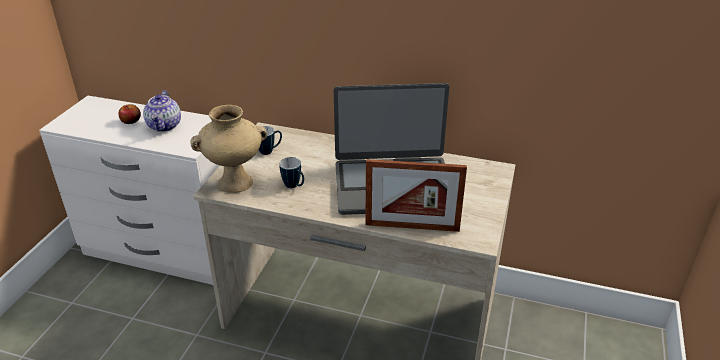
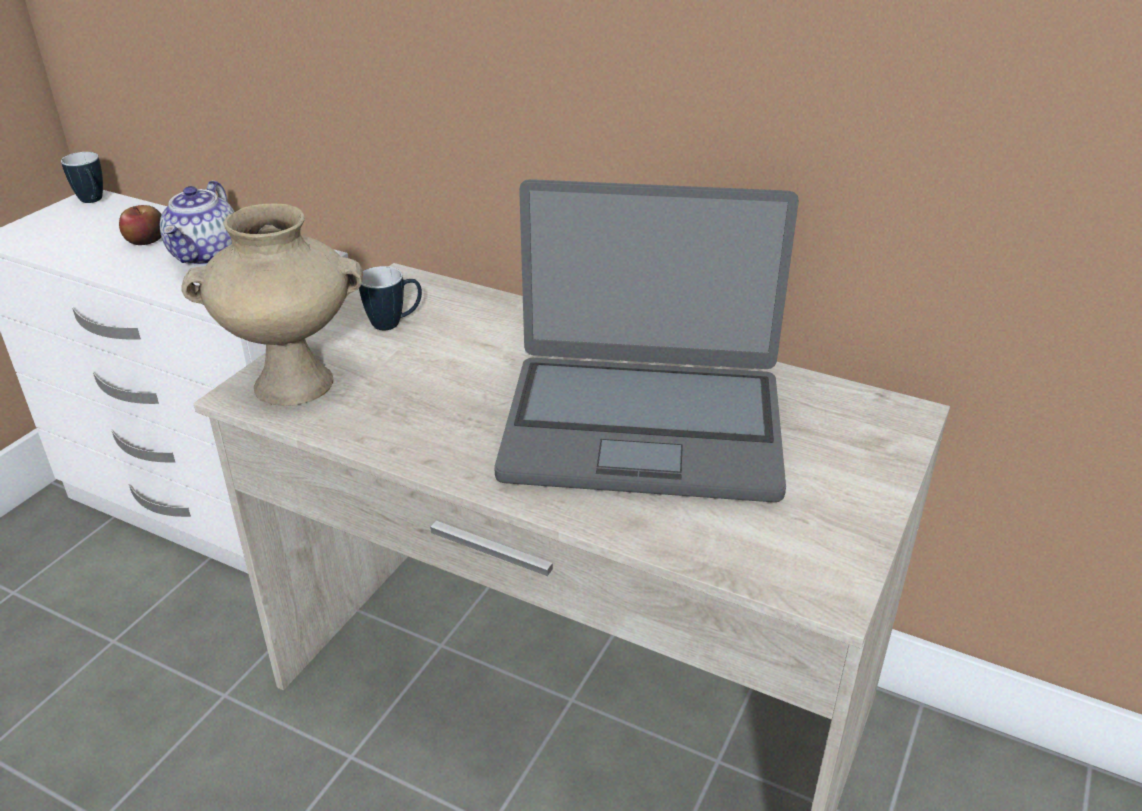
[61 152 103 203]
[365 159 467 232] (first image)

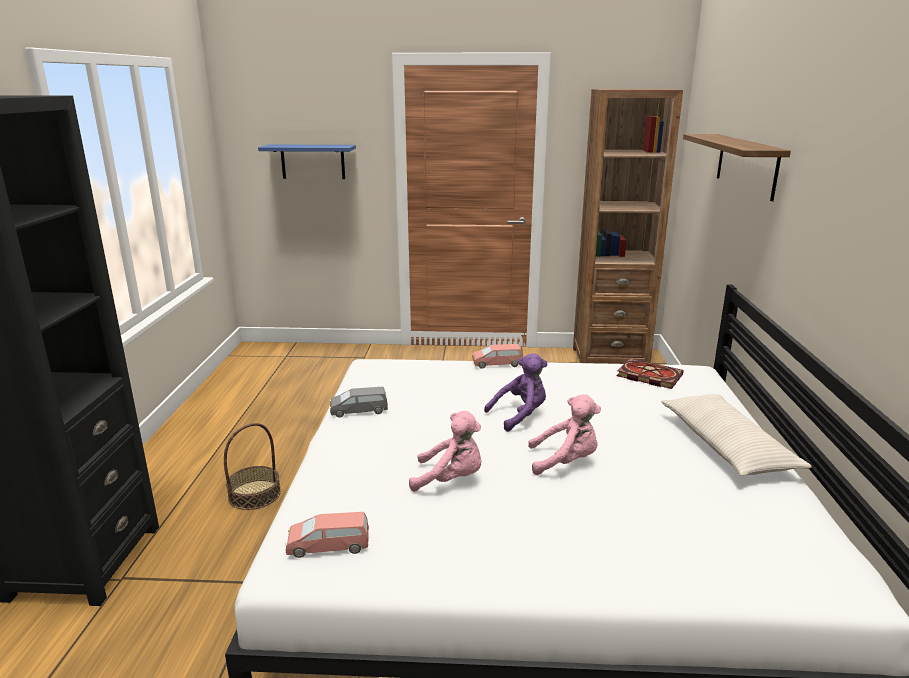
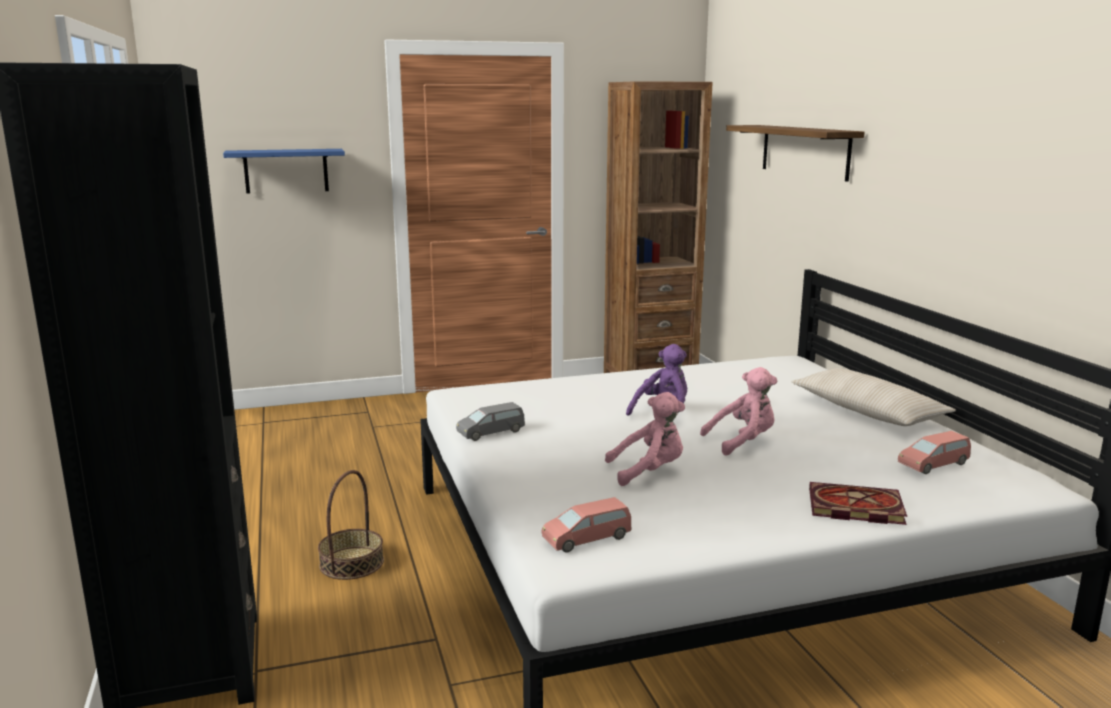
[809 482 907 525]
[898 431 971 474]

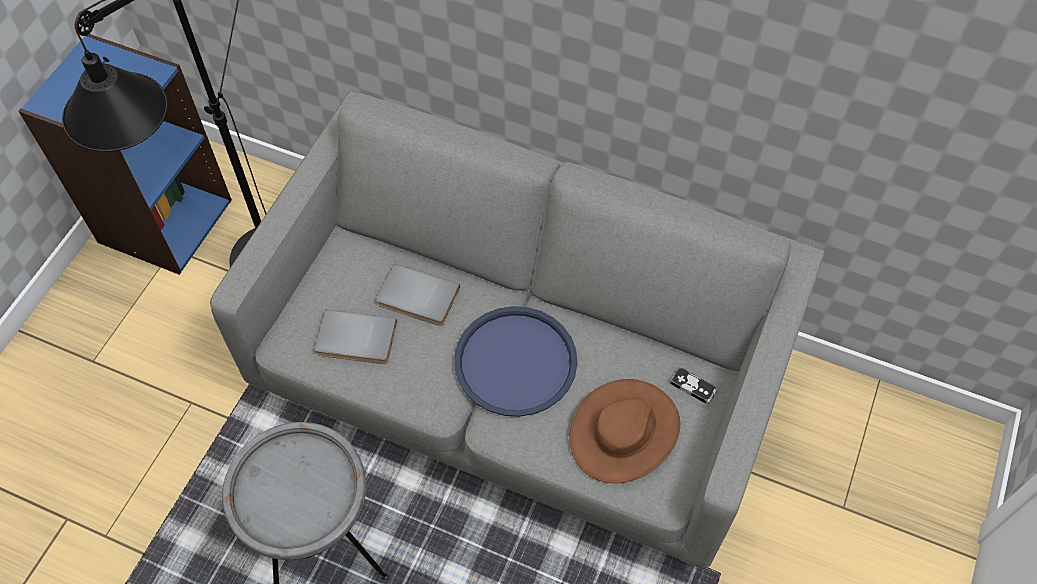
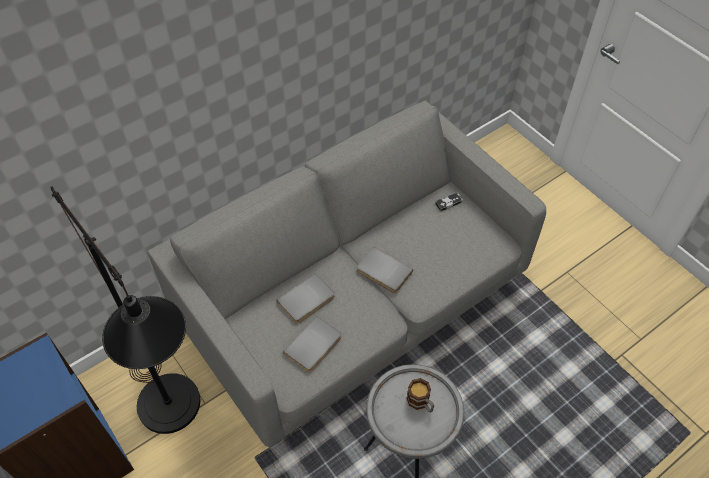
[357 247 413 293]
[407 378 434 413]
[569 379 680 483] (first image)

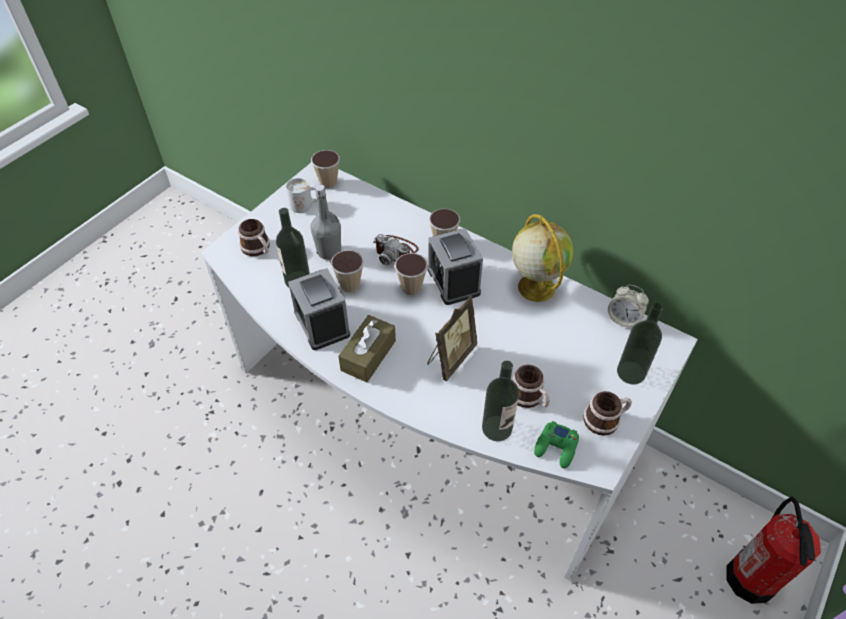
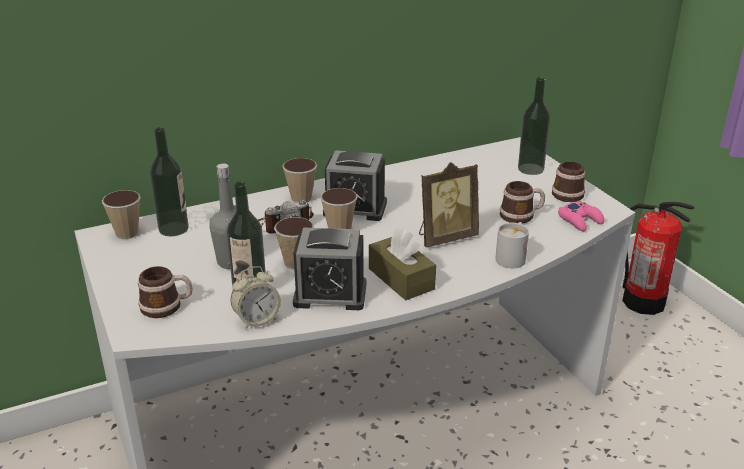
[150 127 189 236]
[231 266 281 329]
[419 162 479 248]
[495 222 529 268]
[558 201 605 231]
[512 214 573 302] (first image)

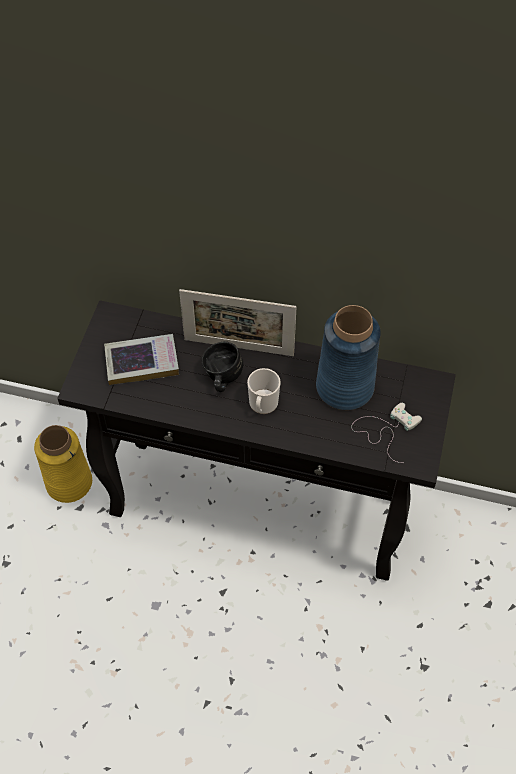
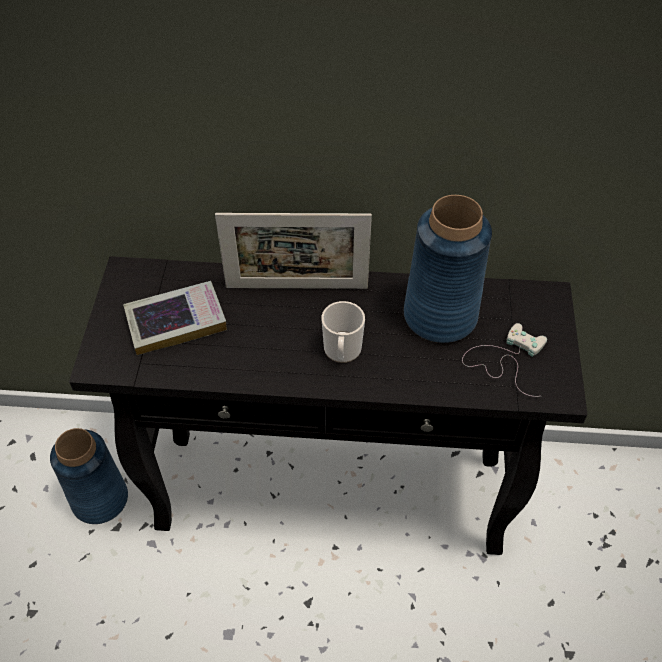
[50 428 128 524]
[201 341 243 392] (first image)

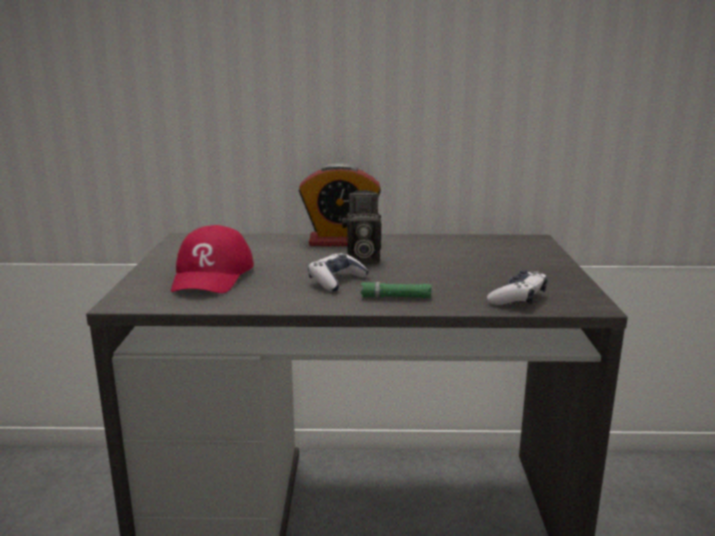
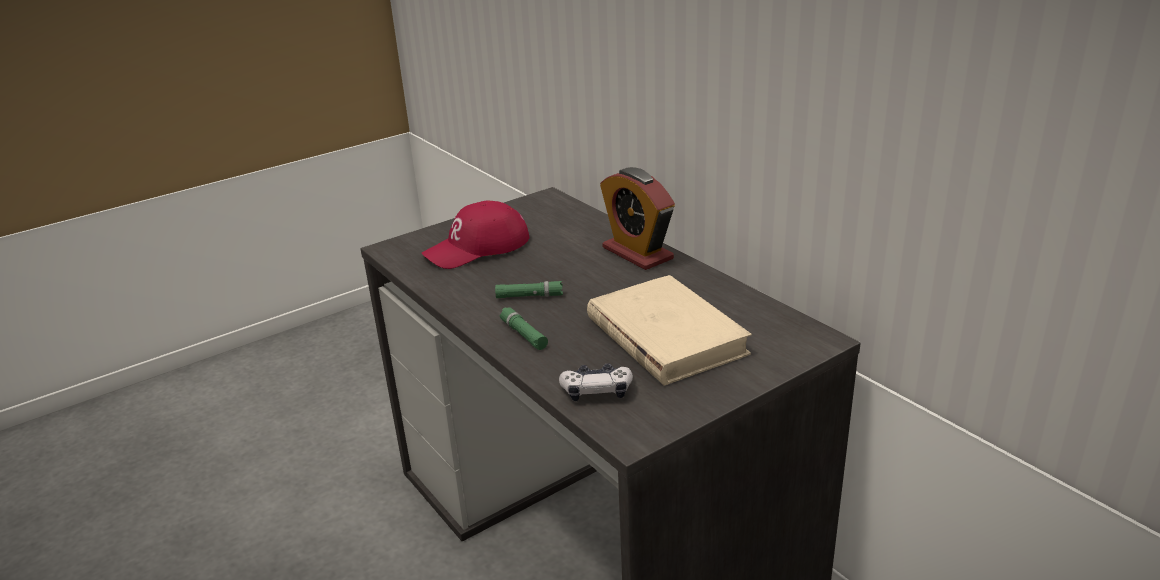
[495 281 563 298]
[587 275 752 386]
[342 190 382 264] (first image)

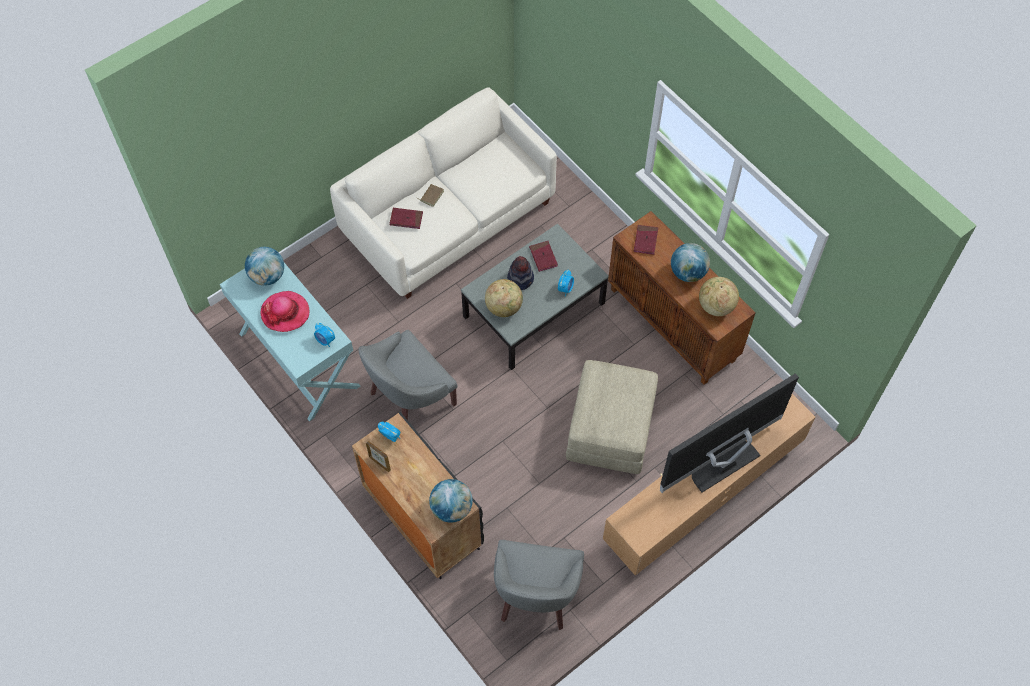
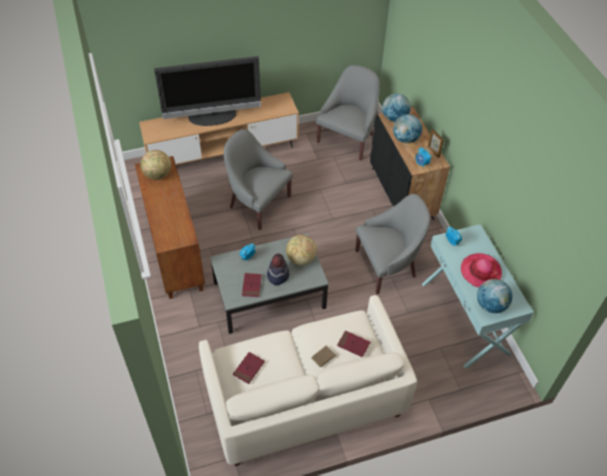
[224 129 293 230]
[233 352 265 384]
[393 114 422 143]

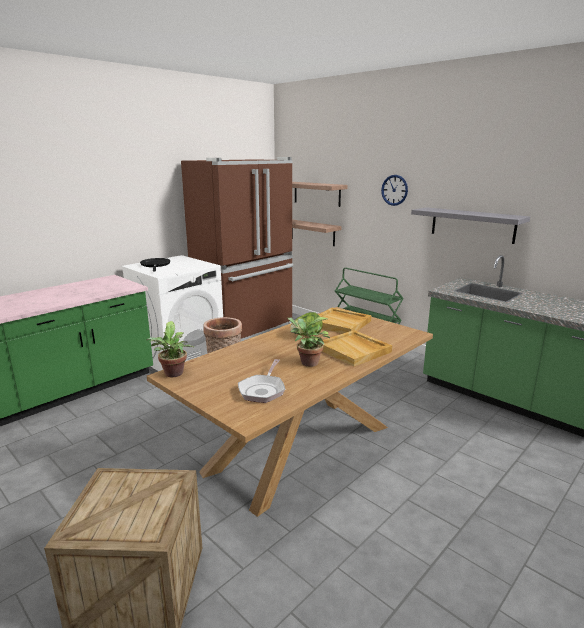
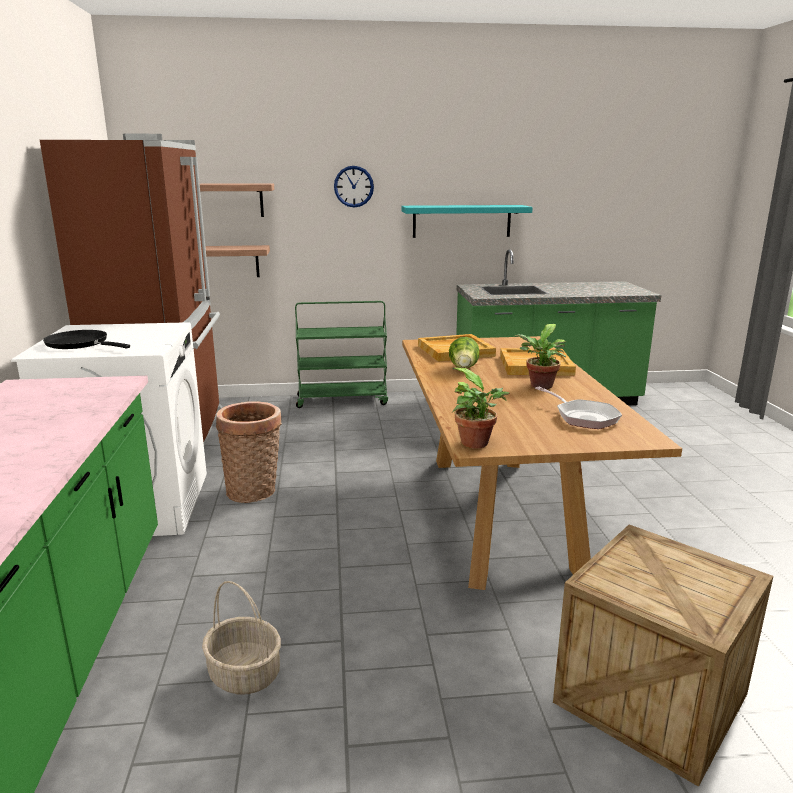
[202 581 281 694]
[401 205 533 238]

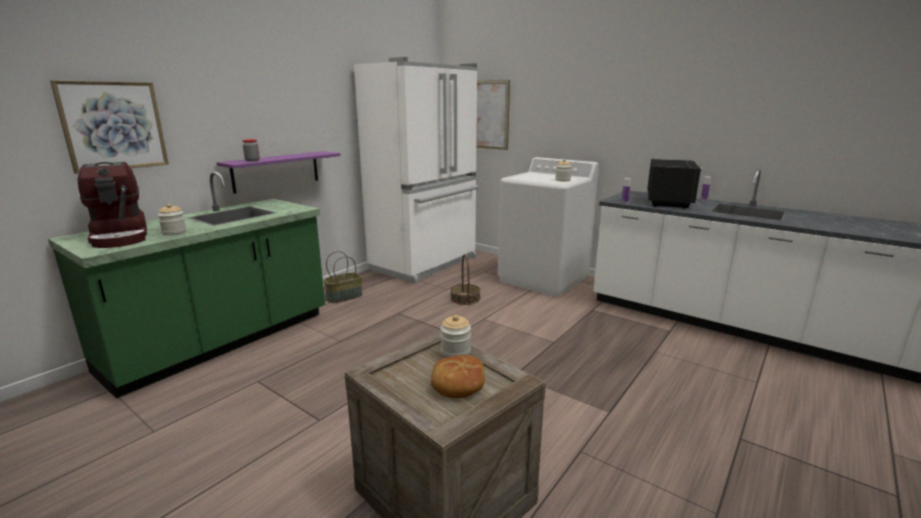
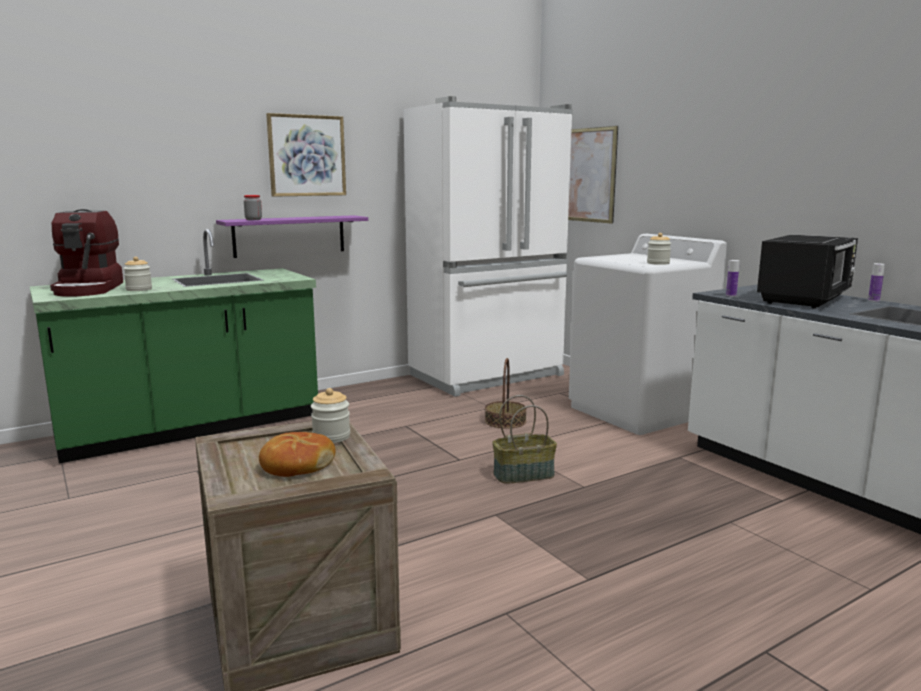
[266 113 346 197]
[492 395 557 484]

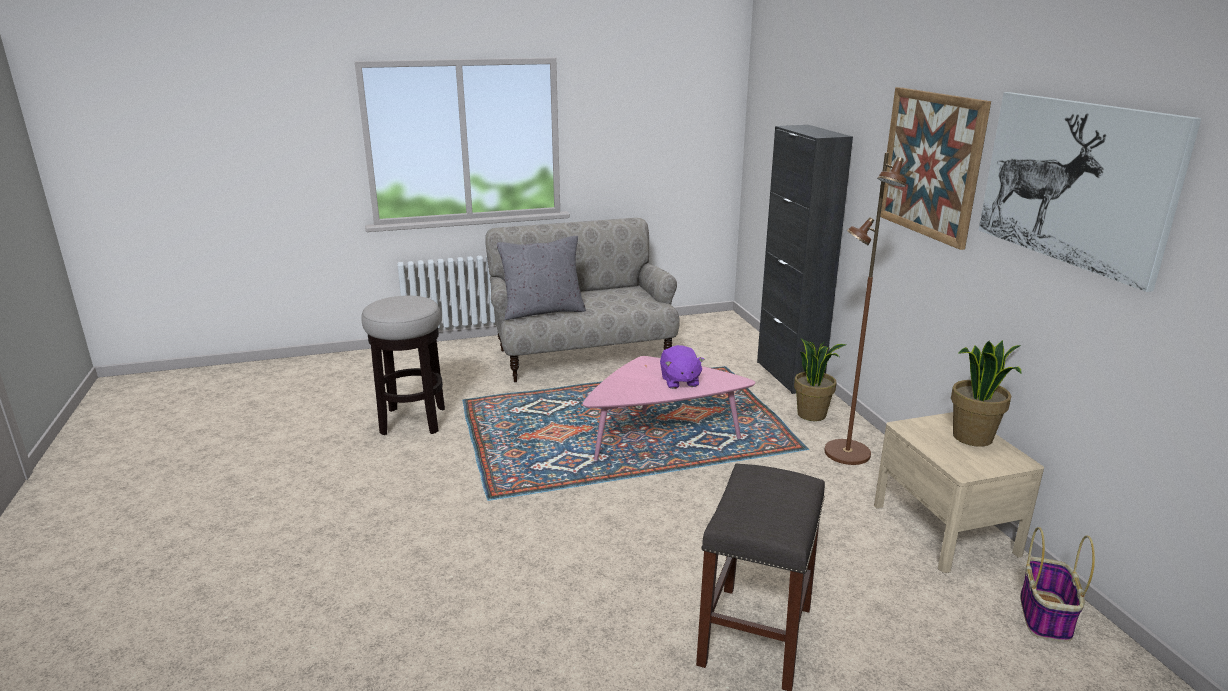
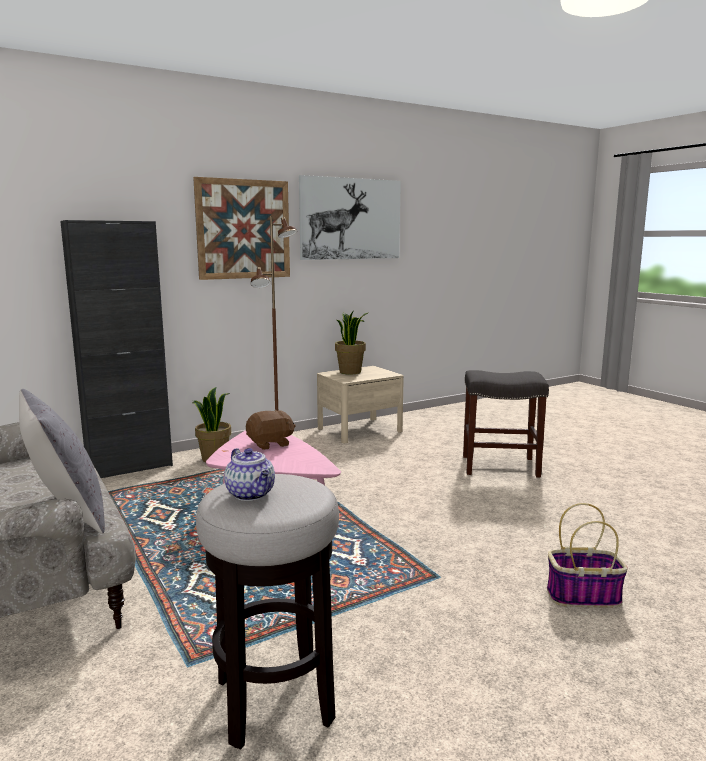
[224 448 275 501]
[246 410 296 450]
[547 503 628 607]

